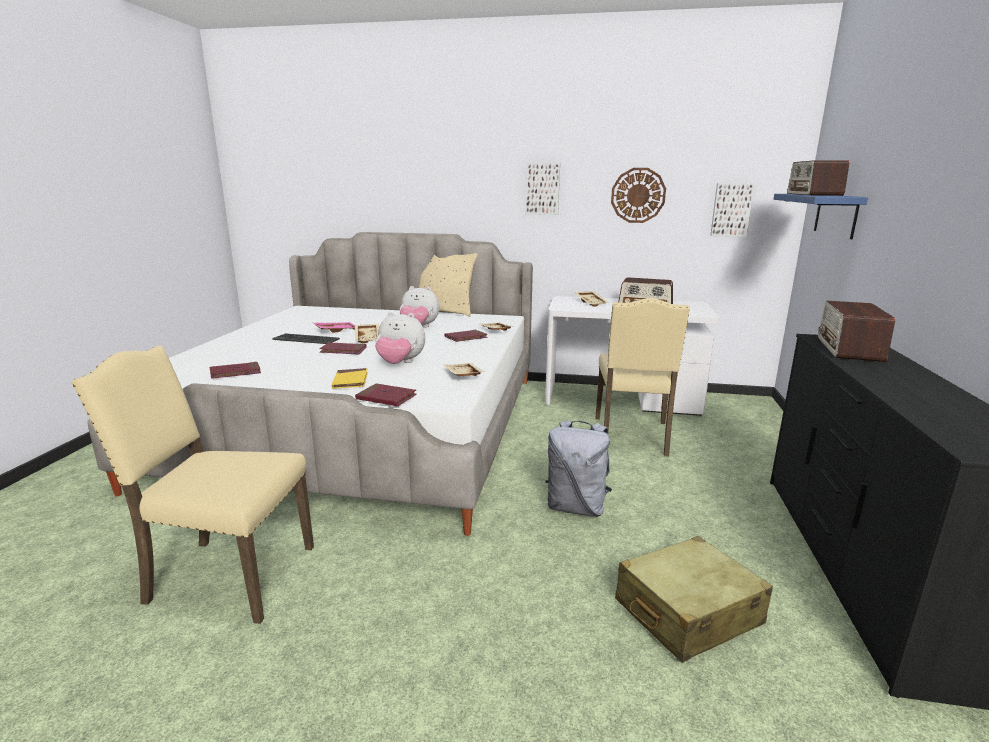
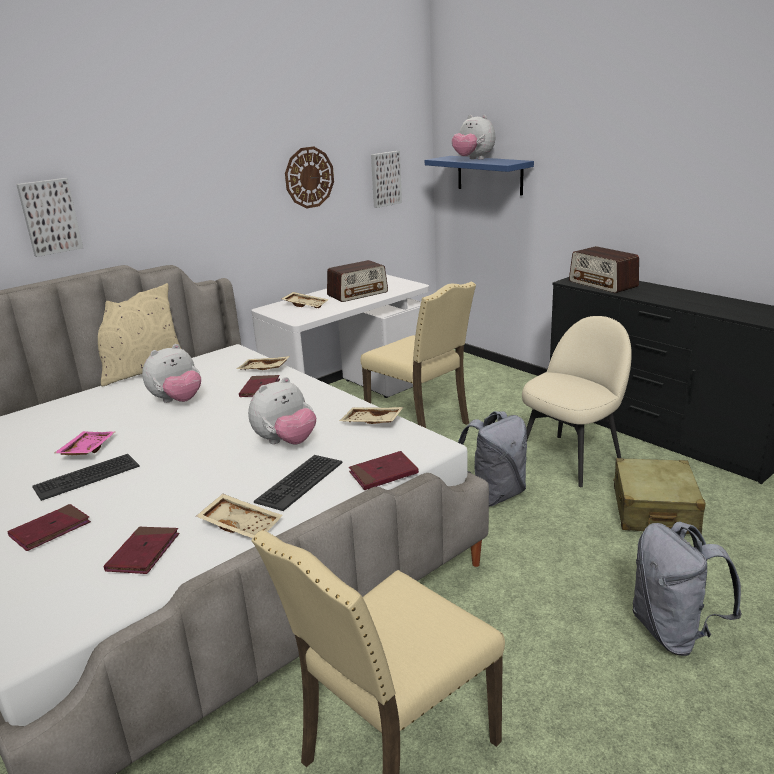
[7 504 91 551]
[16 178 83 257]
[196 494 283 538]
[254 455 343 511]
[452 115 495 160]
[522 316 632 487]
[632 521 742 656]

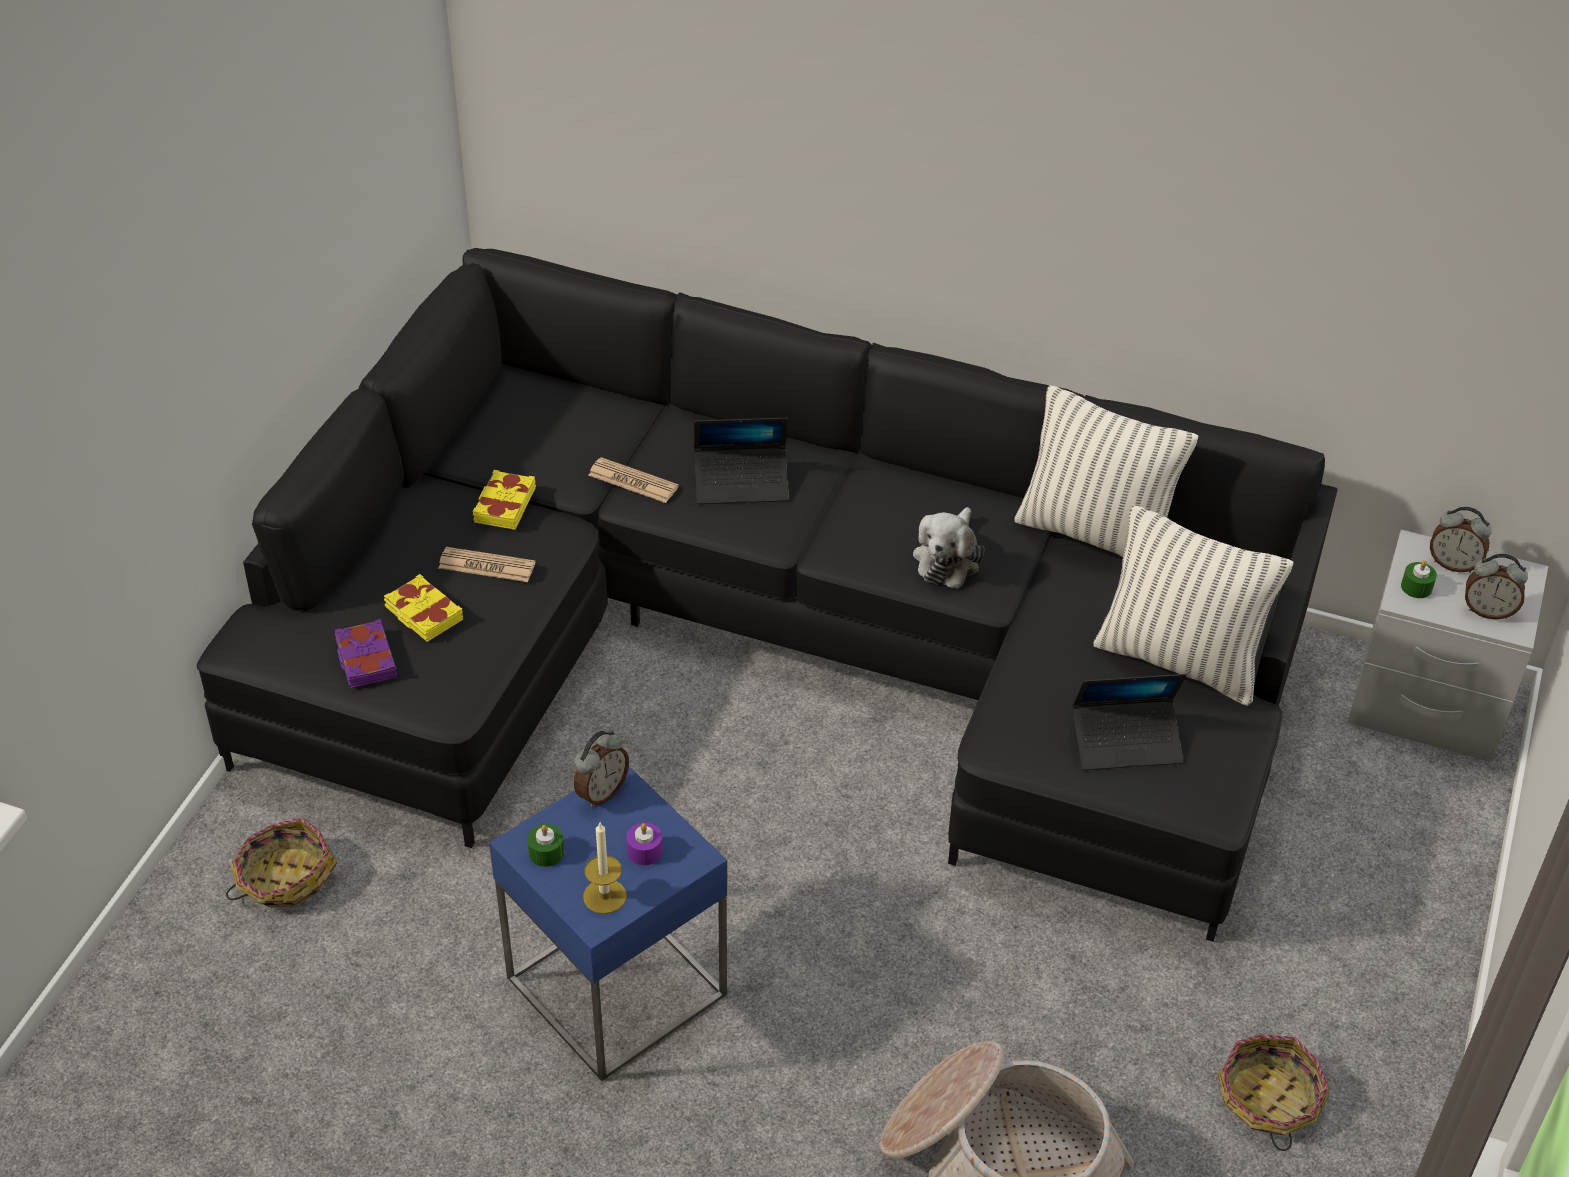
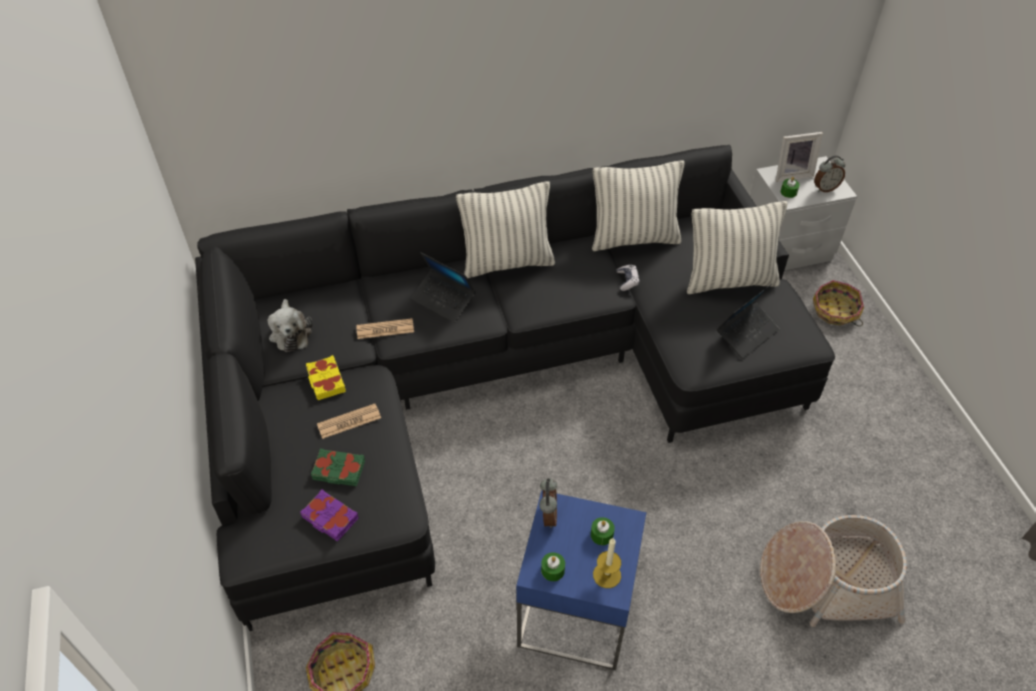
[268 299 313 352]
[311 449 365 486]
[410 252 476 323]
[456 181 555 278]
[591 517 615 545]
[617 265 640 291]
[776 132 823 182]
[813 280 864 326]

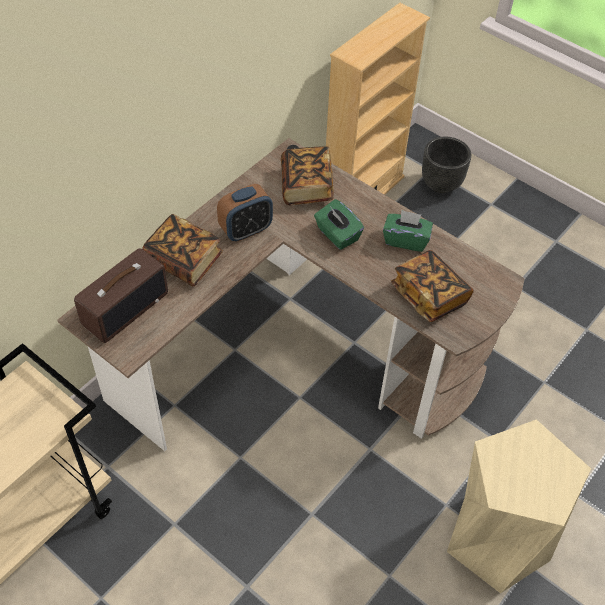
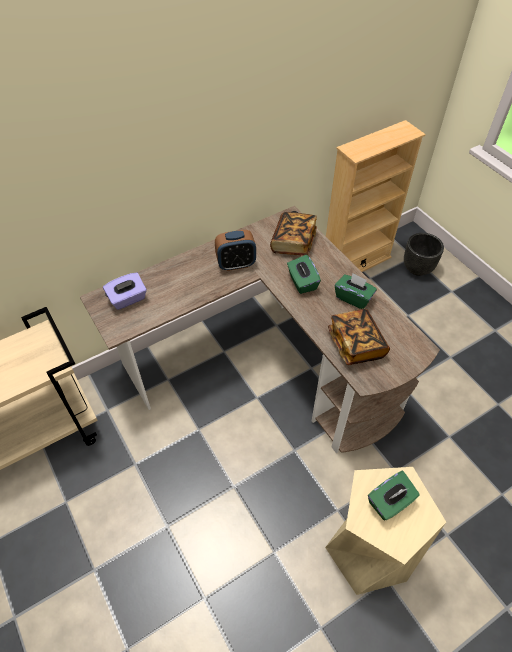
[103 273 147 310]
[368 471 420 521]
[142 214 223 287] (first image)

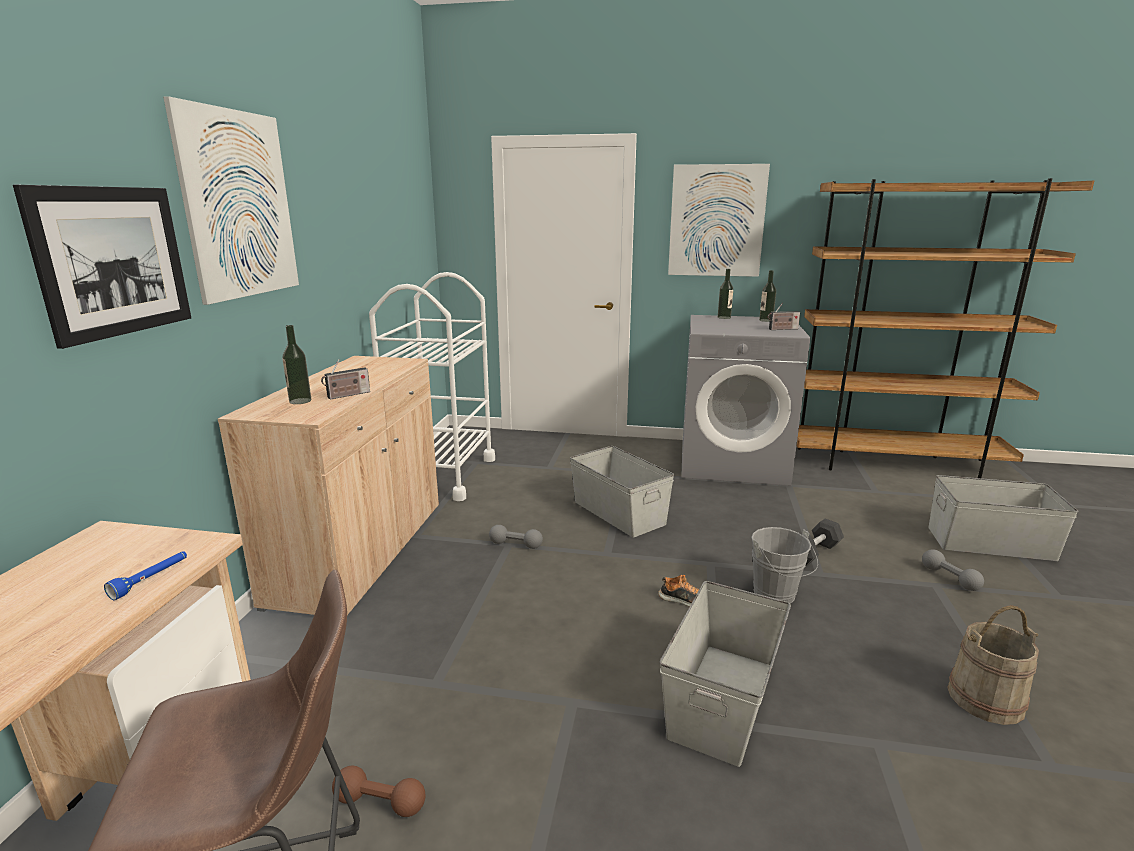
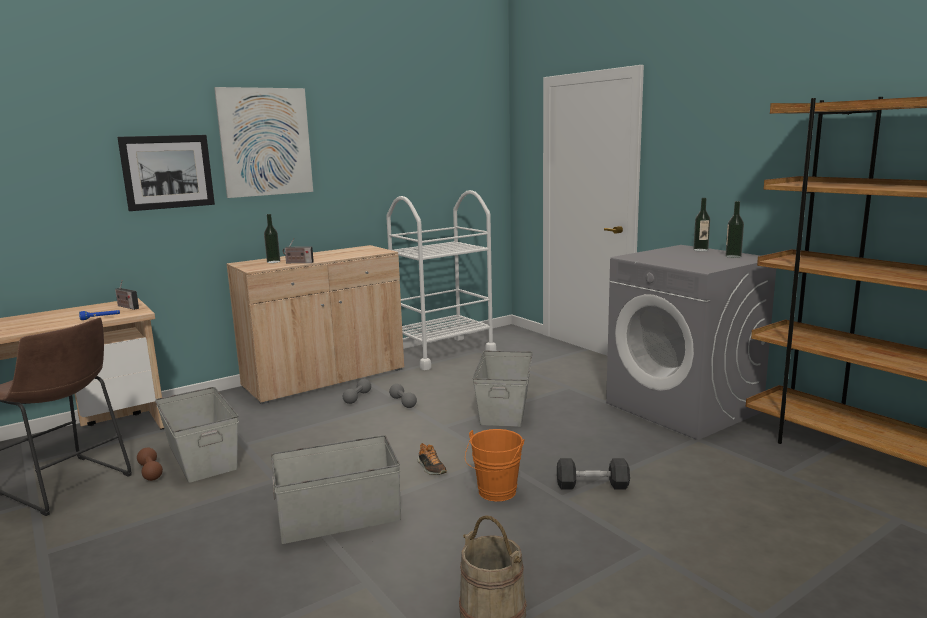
[115 280 139 310]
[155 387 239 483]
[343 379 371 404]
[465 429 524 502]
[668 164 770 277] (first image)

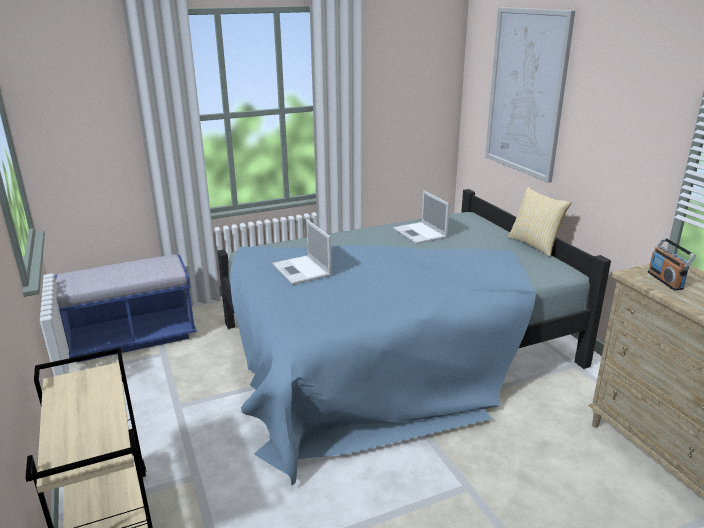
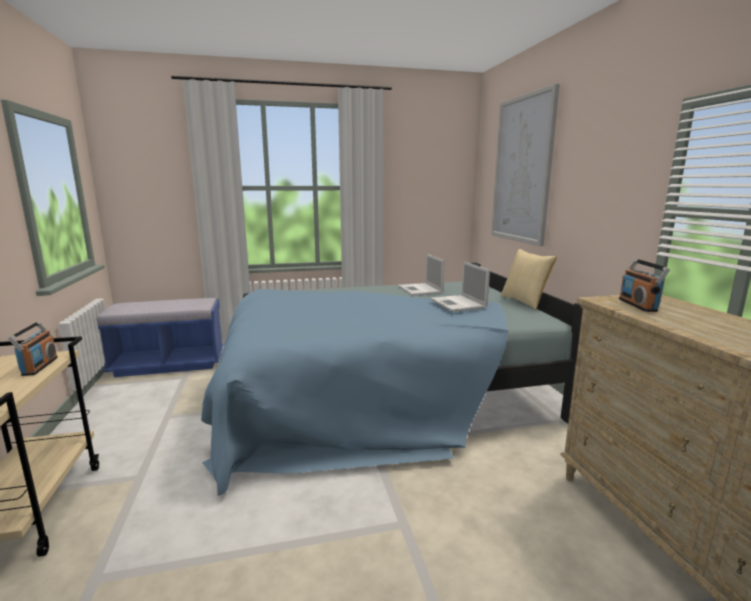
[8 321 58 376]
[430 261 490 312]

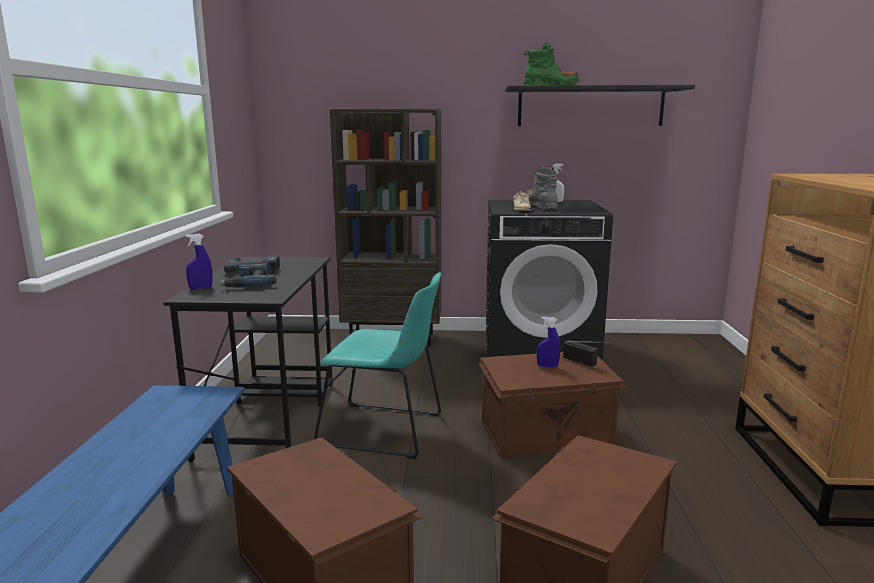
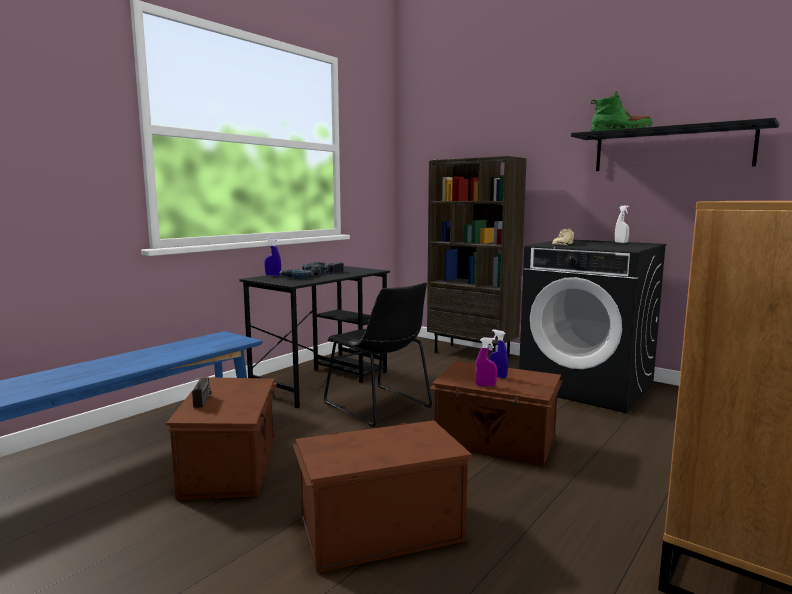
[187 377 212 408]
[323 282 433 427]
[475 338 497 387]
[525 166 558 209] (first image)

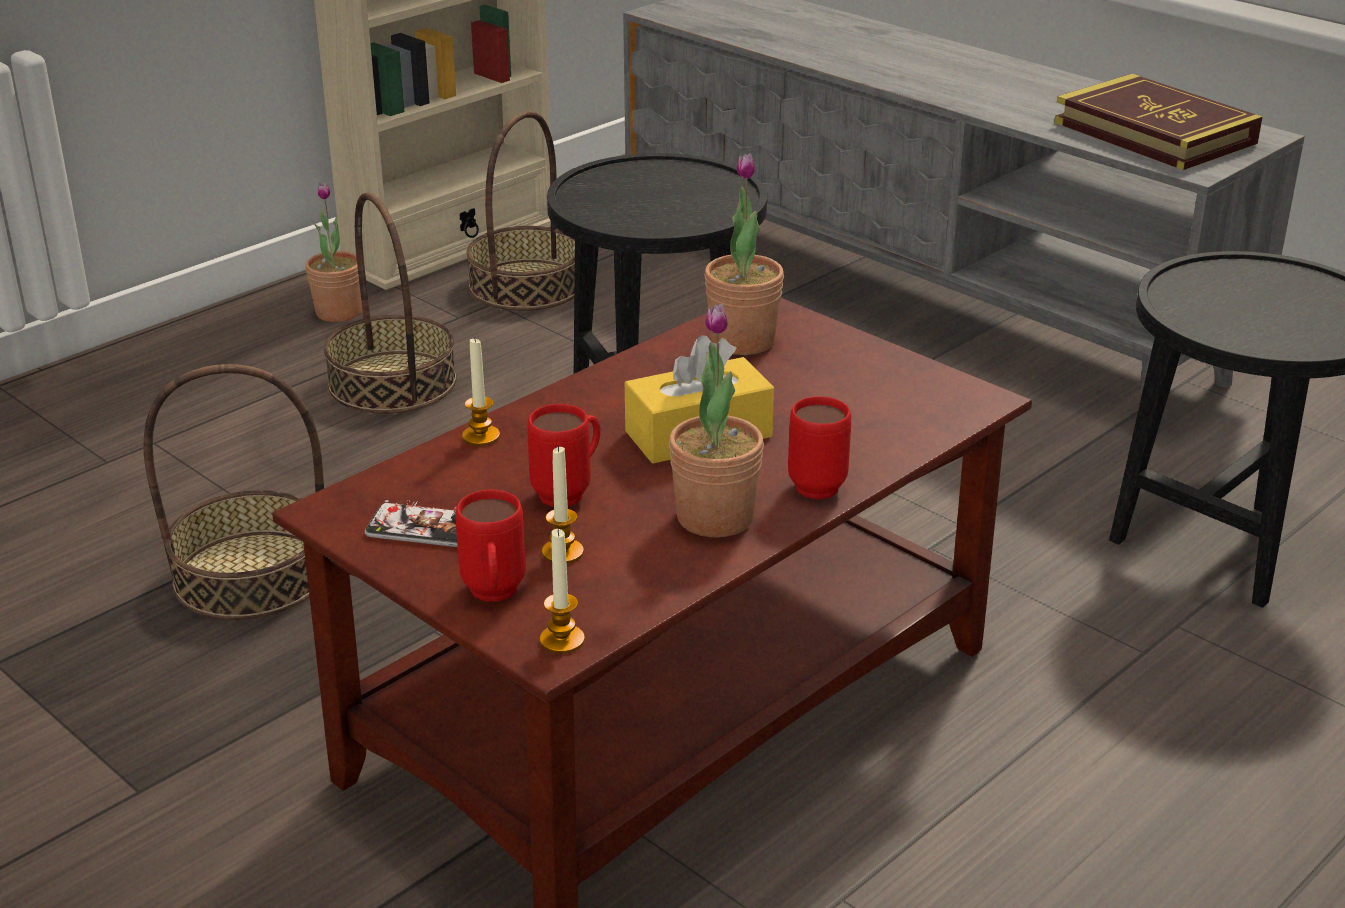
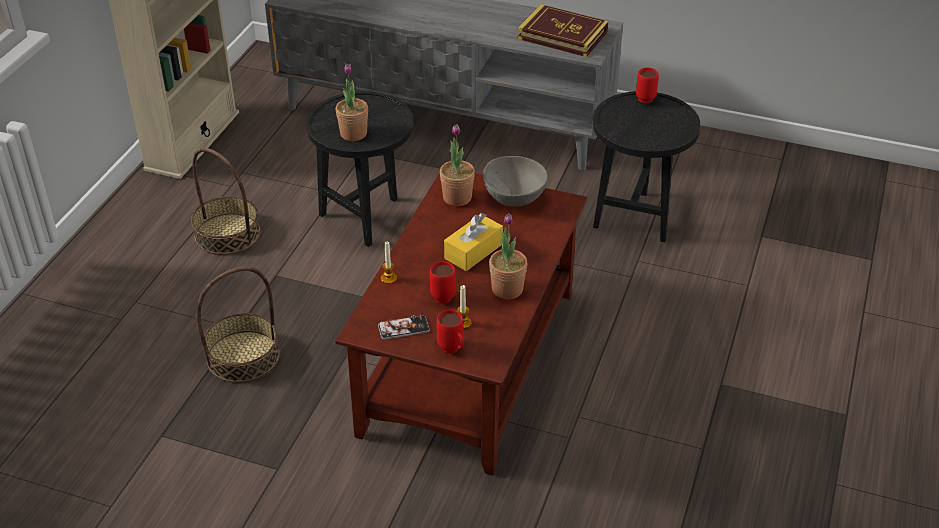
[335 64 368 141]
[483 156 548 207]
[636 68 659 103]
[467 111 575 311] (first image)
[540 529 585 654] (first image)

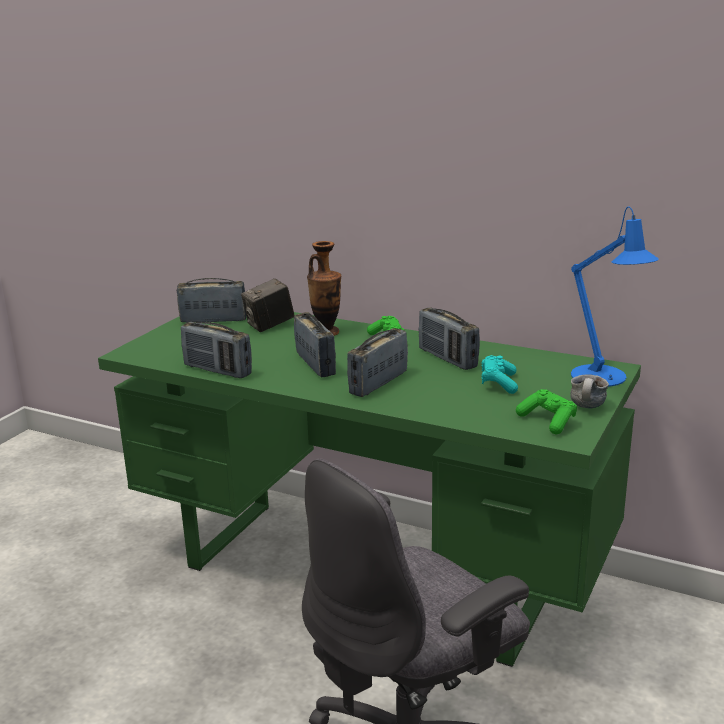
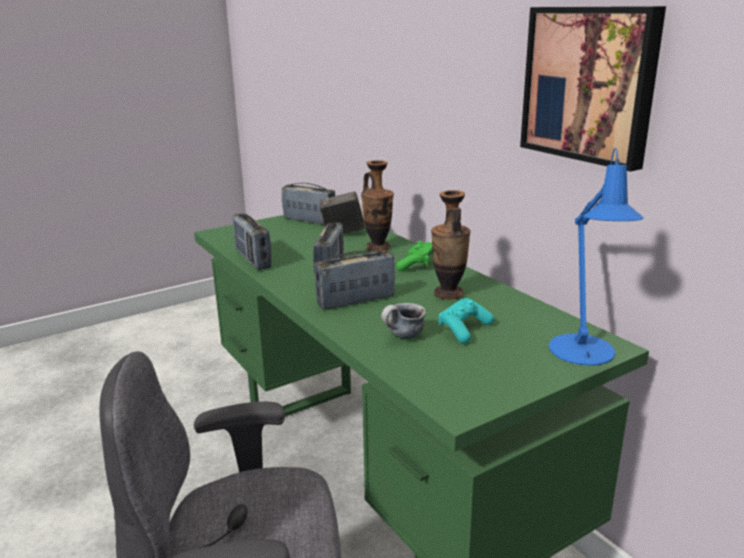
[381 303 426 339]
[431 190 470 300]
[520 6 666 172]
[516 389 577 434] (first image)

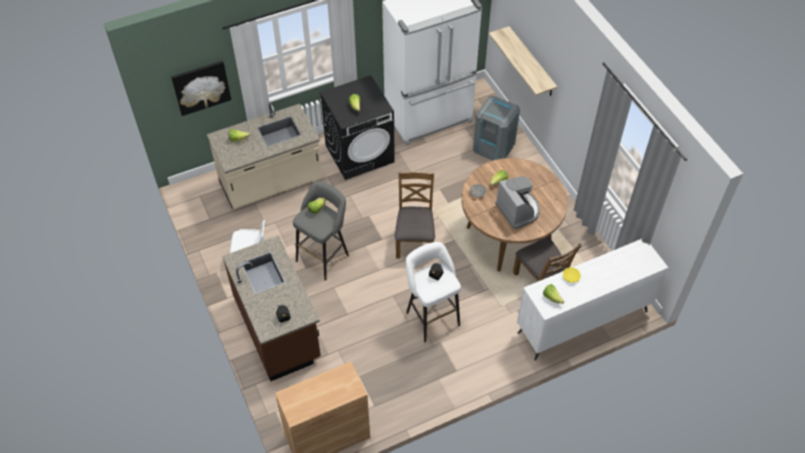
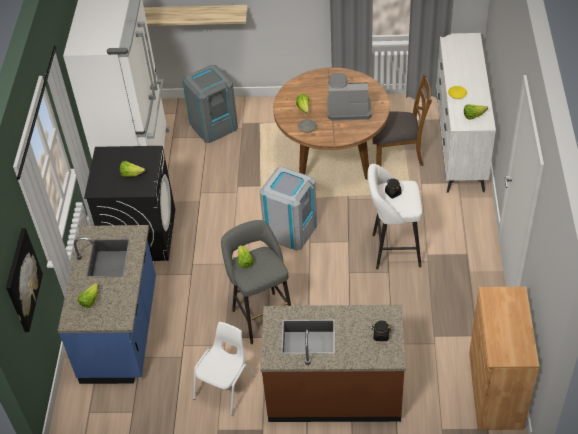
[58 225 156 384]
[259 167 317 251]

